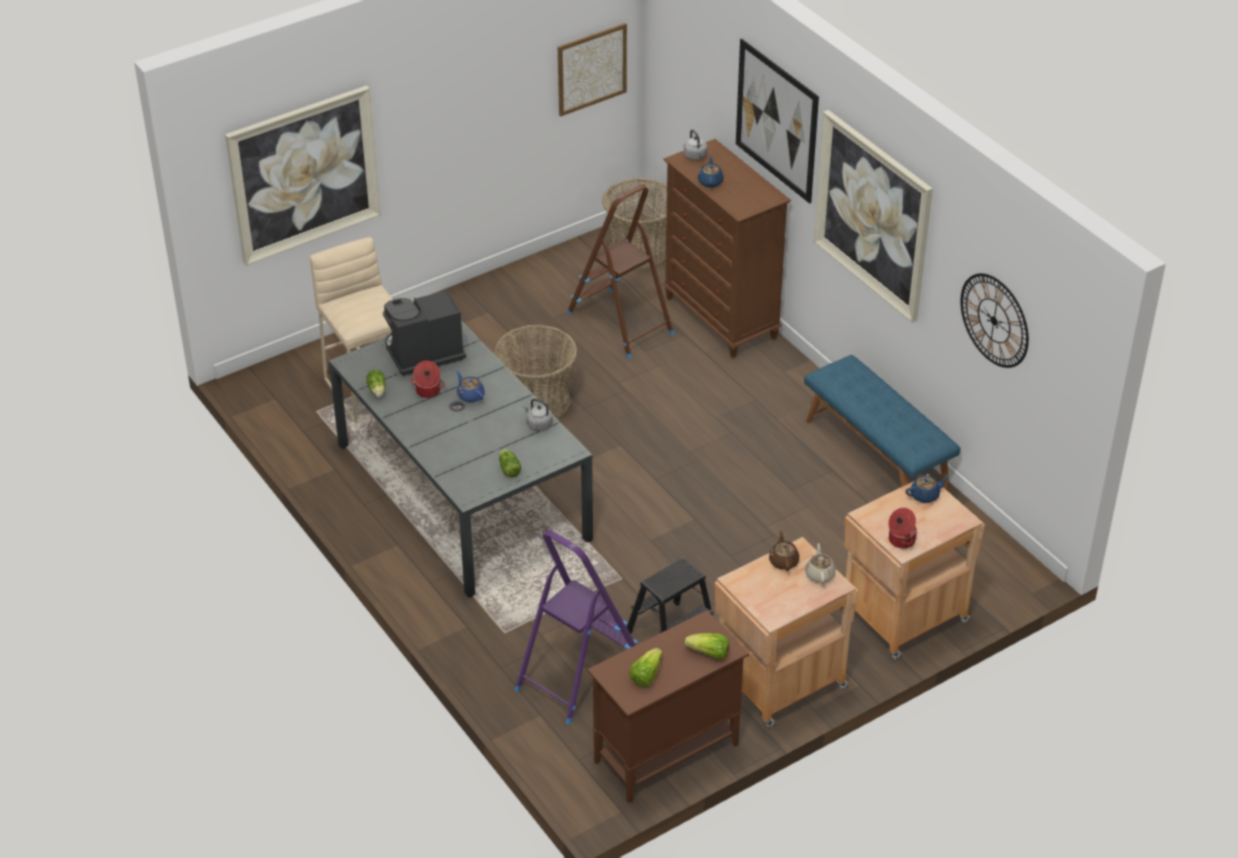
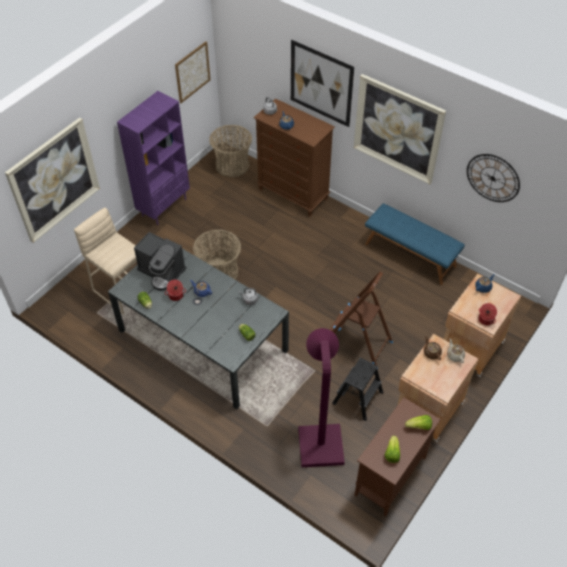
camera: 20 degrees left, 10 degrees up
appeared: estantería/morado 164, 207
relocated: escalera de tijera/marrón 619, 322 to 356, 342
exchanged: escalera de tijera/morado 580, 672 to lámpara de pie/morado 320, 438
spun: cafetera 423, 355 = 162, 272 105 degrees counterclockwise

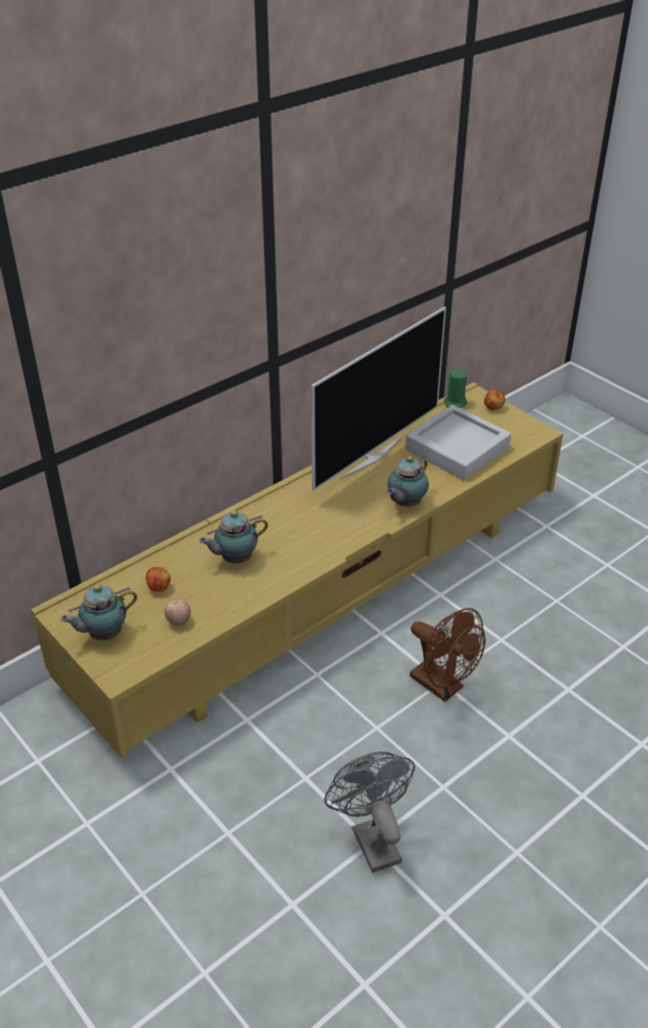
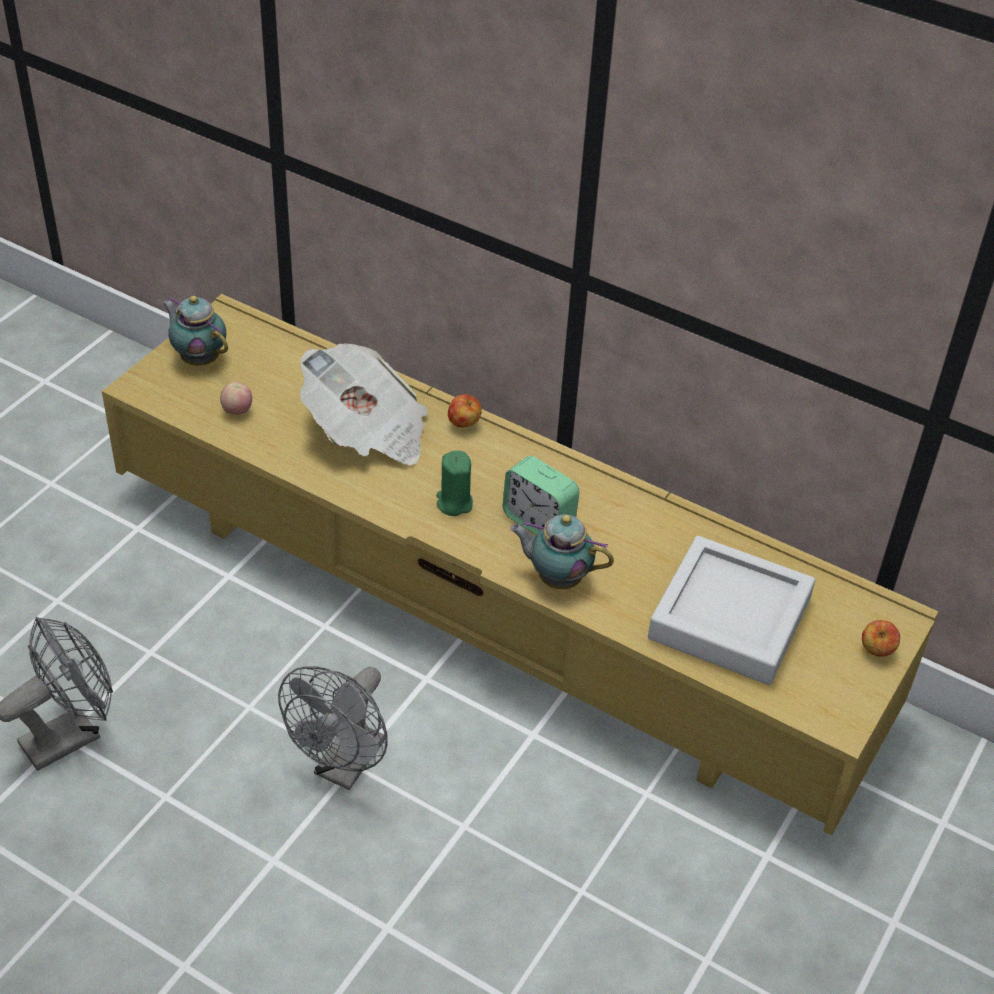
camera: 70 degrees right, 5 degrees up
missing: televisor 371, 456
appeared: despertador 538, 522
relocated: vela/verde 455, 402 to 454, 503; manzana 159, 588 to 464, 423
exchanged: tetera 234, 559 to periódico 367, 431
colour: ventilador/marrón 443, 686 to ventilador/gris 344, 767

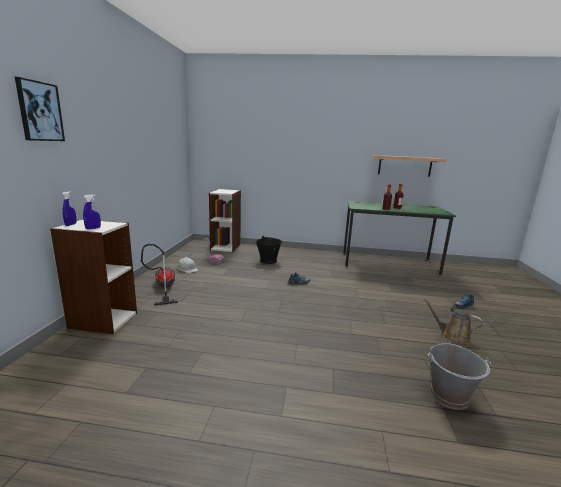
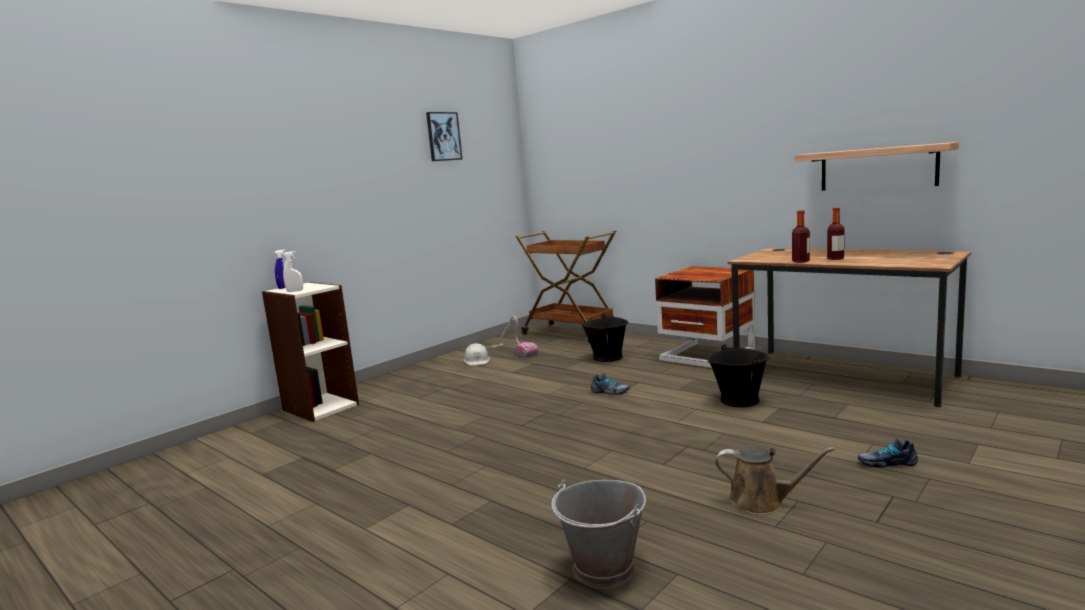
camera: 35 degrees right, 5 degrees down
missing: aspiradora 163, 288
appeared: mesita de noche 707, 355; cubo/negro 739, 400
relocated: cuadro 40, 111 to 443, 136
exchanged: estantería 226, 247 to carrito/marrón 570, 334
colour: pulverizador/azul 93, 228 to pulverizador/blanco 295, 291; escritorio/verde 388, 263 to escritorio/marrón 842, 375
spun: regadera/marrón 452, 336 = 762, 502 135 degrees clockwise

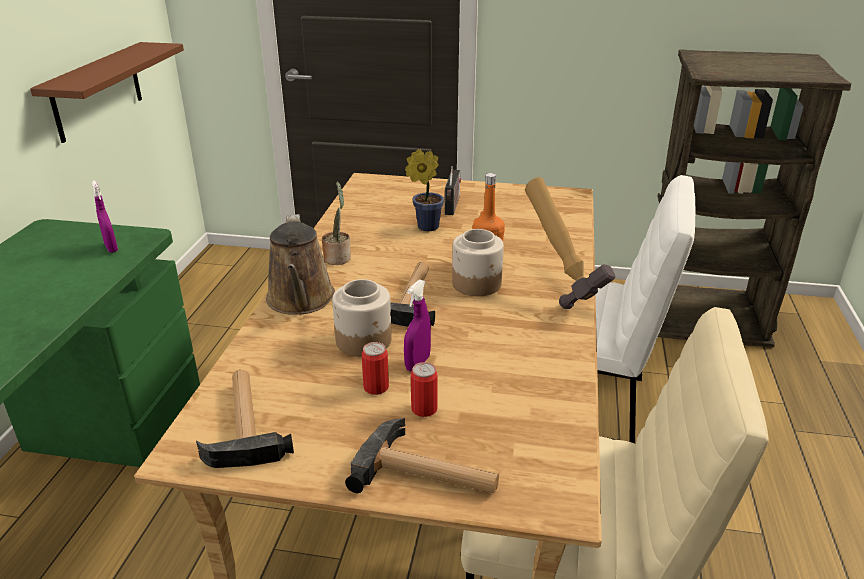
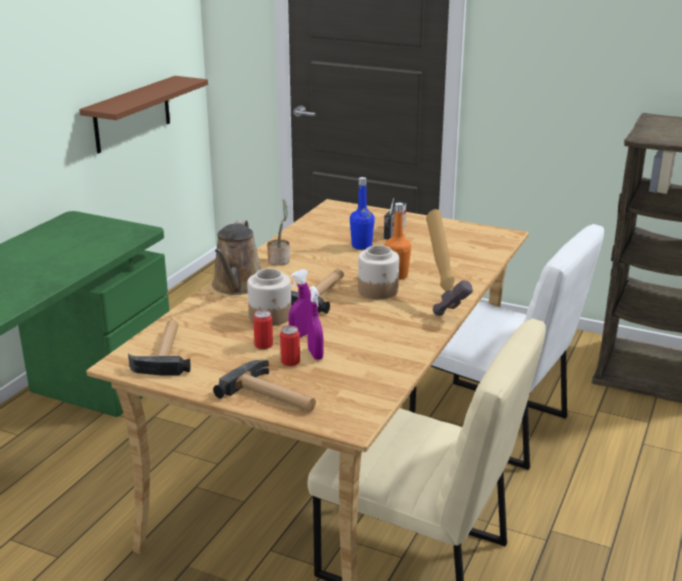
camera: 15 degrees right, 5 degrees down
relocated: pulverizador/morado 111, 248 to 315, 354
exchanged: planta en maceta 425, 227 to botella/azul 361, 246

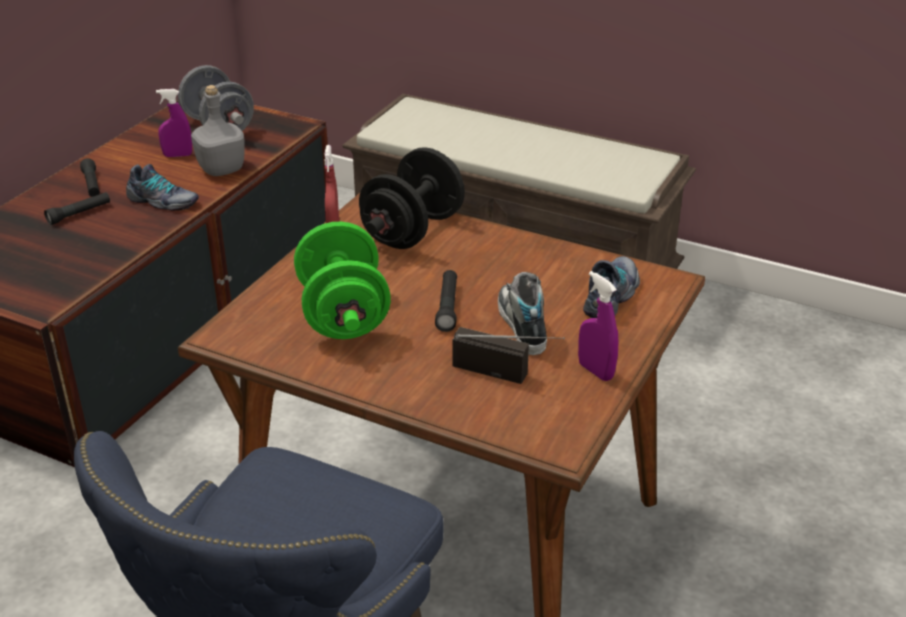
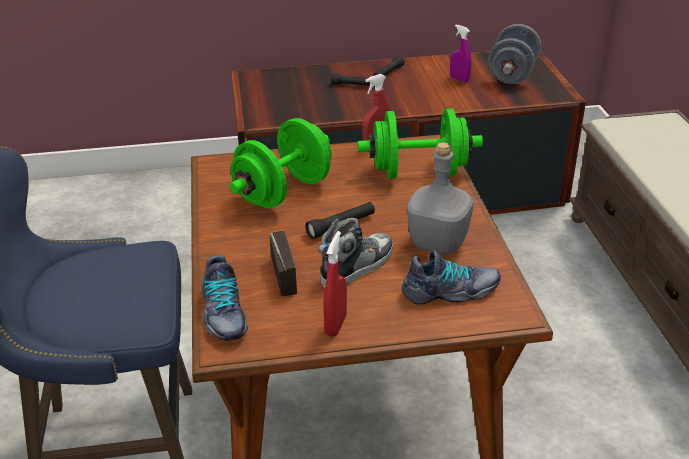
camera: 55 degrees right, 0 degrees up
relocated: botella/gris 221, 169 to 438, 243; zapato 162, 202 to 223, 314
colour: mancuerna/negro 413, 231 to mancuerna/verde 419, 172; pulverizador/morado 595, 371 to pulverizador/rojo 336, 325

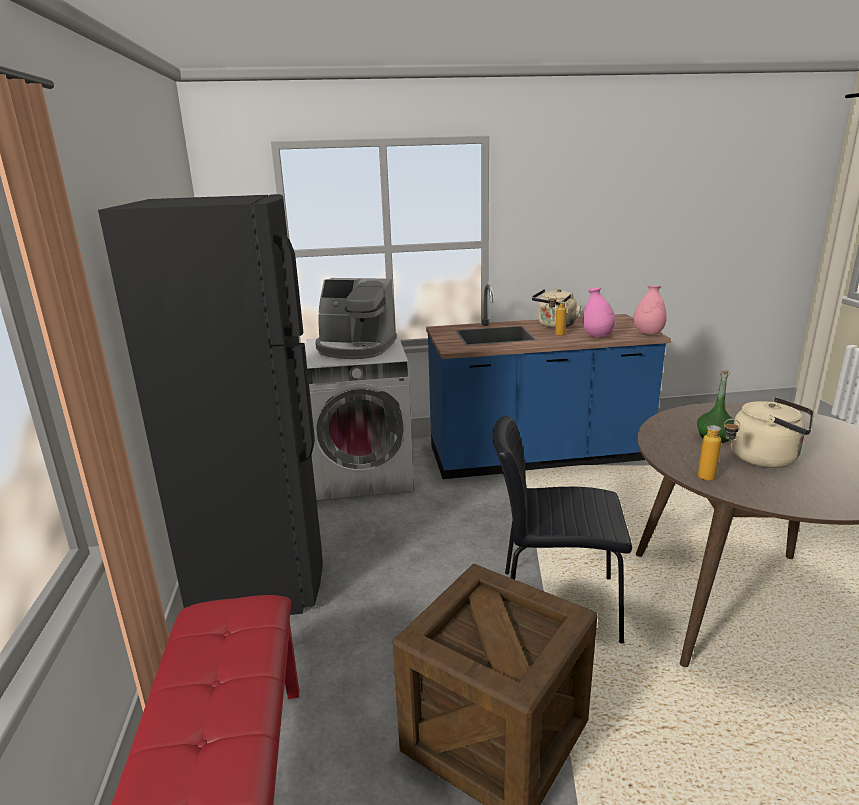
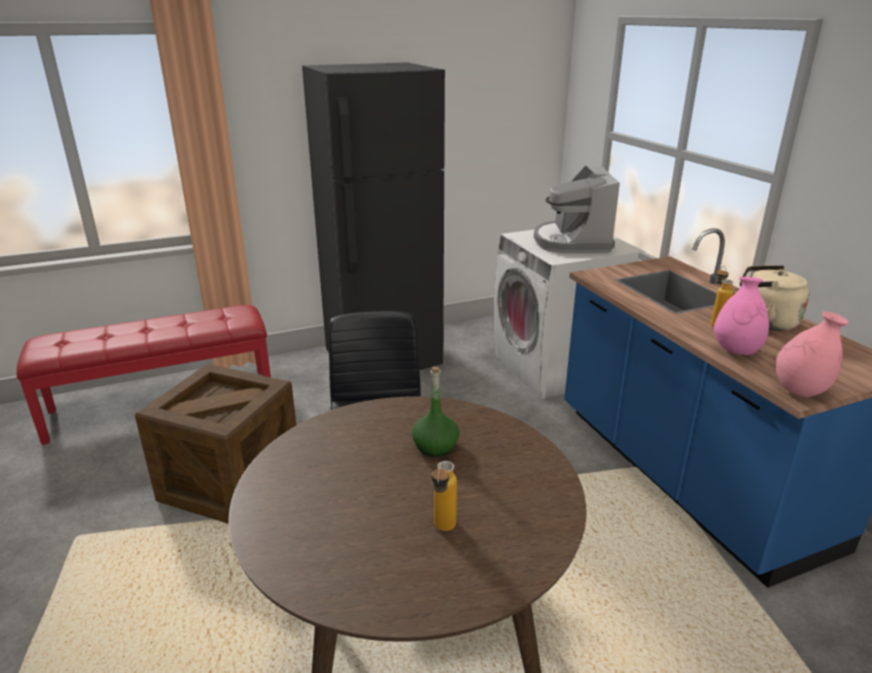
camera: 75 degrees right, 5 degrees up
missing: hervidor/beis 768, 459
relocated: botella 714, 479 to 442, 531

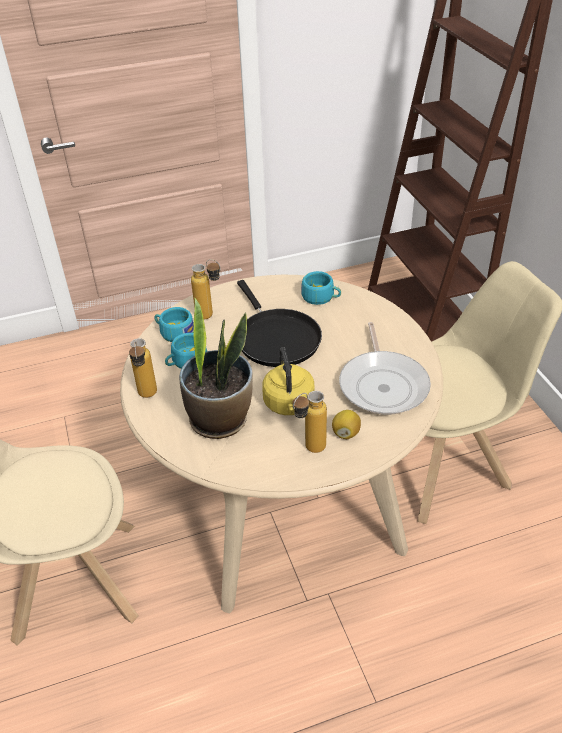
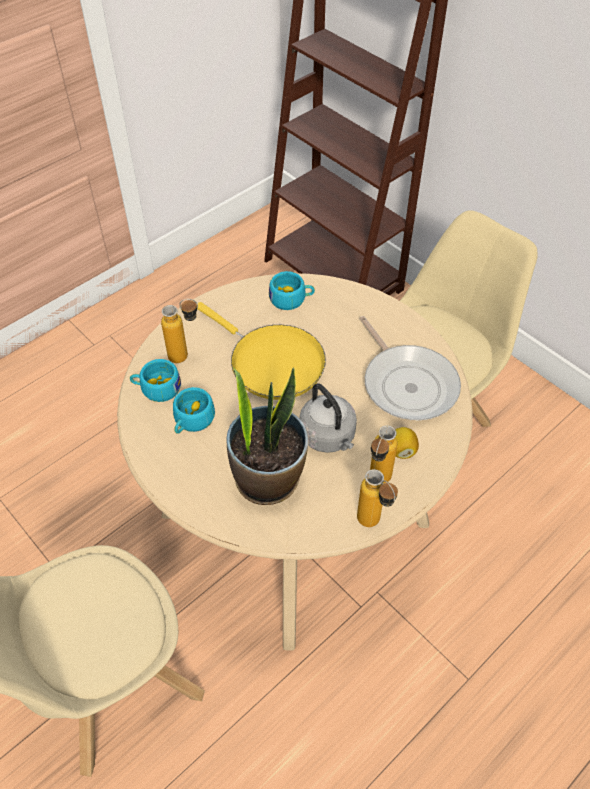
camera: 25 degrees left, 10 degrees up
relocated: botella 147, 397 to 373, 525
colour: sartén/negro 276, 338 to sartén/amarillo 272, 362; hervidor/amarillo 289, 405 to hervidor/gris 329, 437

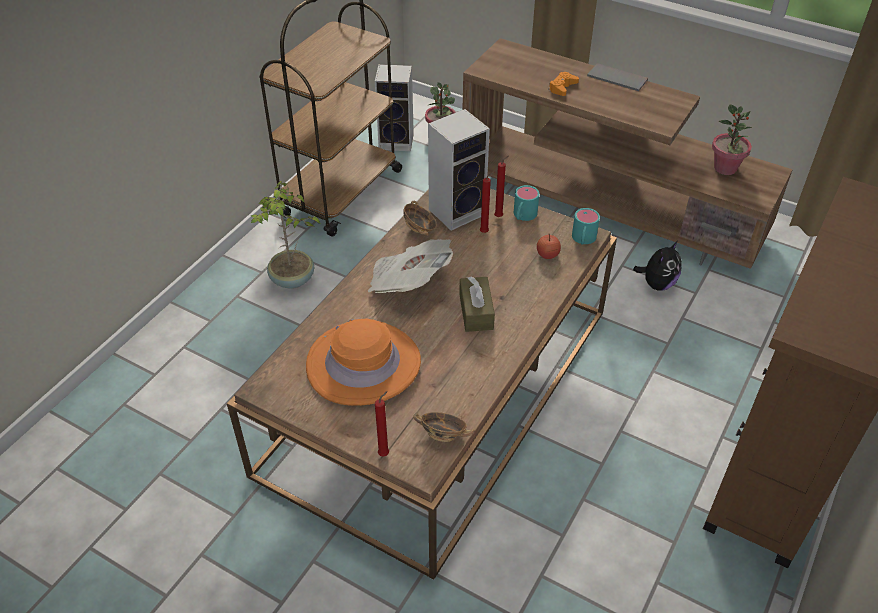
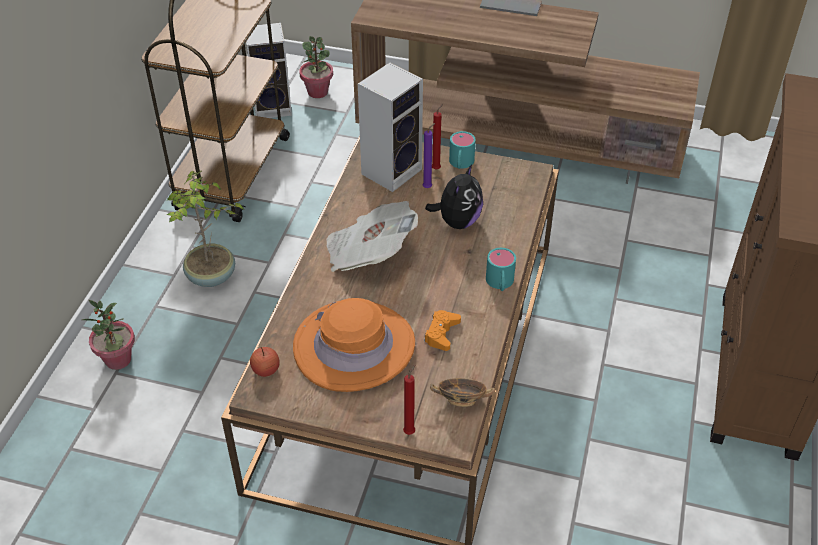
camera: 15 degrees left, 0 degrees up
missing: cuenco 420, 228; caja de pañuelos/marrón 476, 311
relocated: mando de consola/naranja 562, 87 to 441, 333; planta en maceta 725, 168 to 118, 360; taza grande/turquesa 583, 240 to 500, 284; manzana 547, 255 to 266, 370; peluche 657, 284 to 457, 221
colour: vela/rojo 485, 232 to vela/morado 428, 187

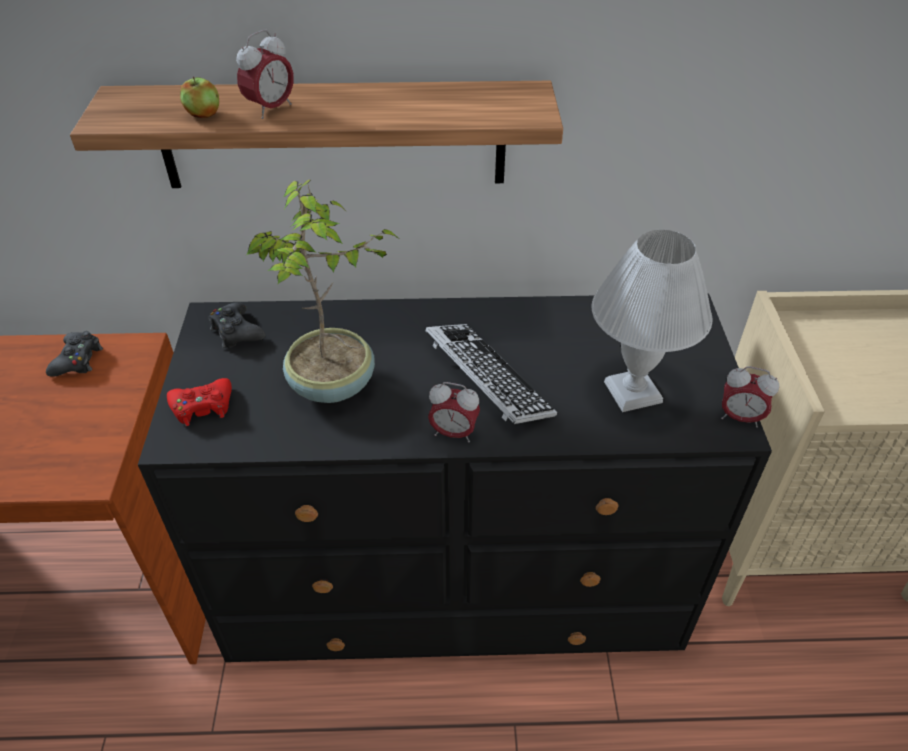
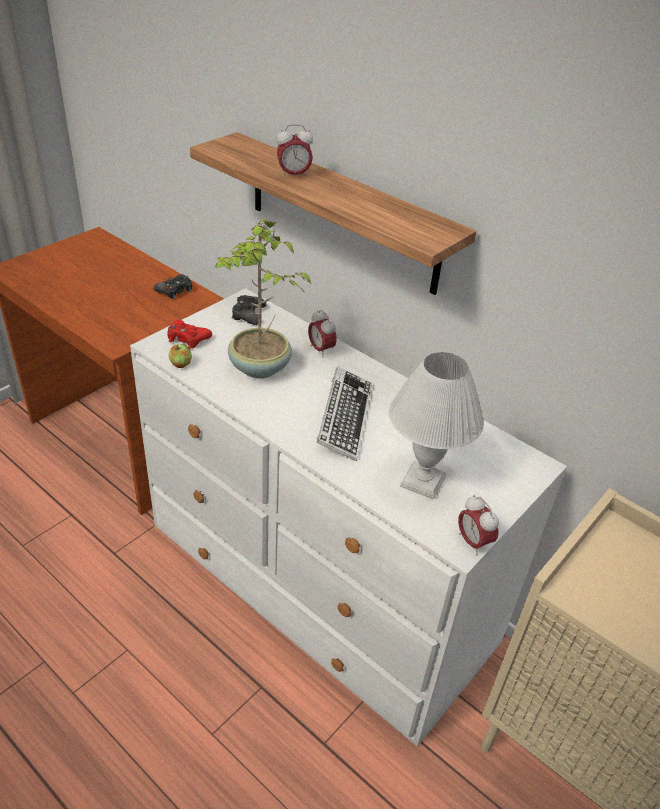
camera: 40 degrees right, 5 degrees down
relocated: manzana 203, 114 to 180, 364; despertador 453, 433 to 321, 350
colour: cómoda/negro 456, 577 to cómoda/blanco 319, 582

